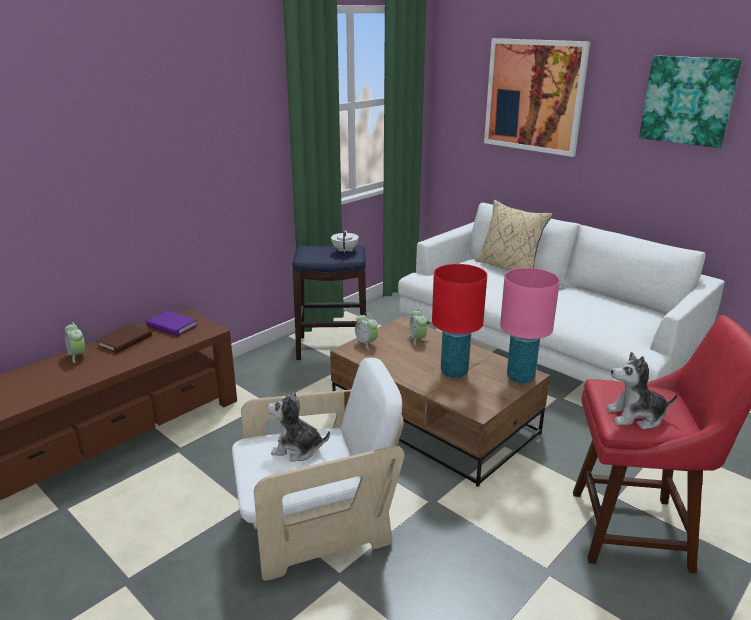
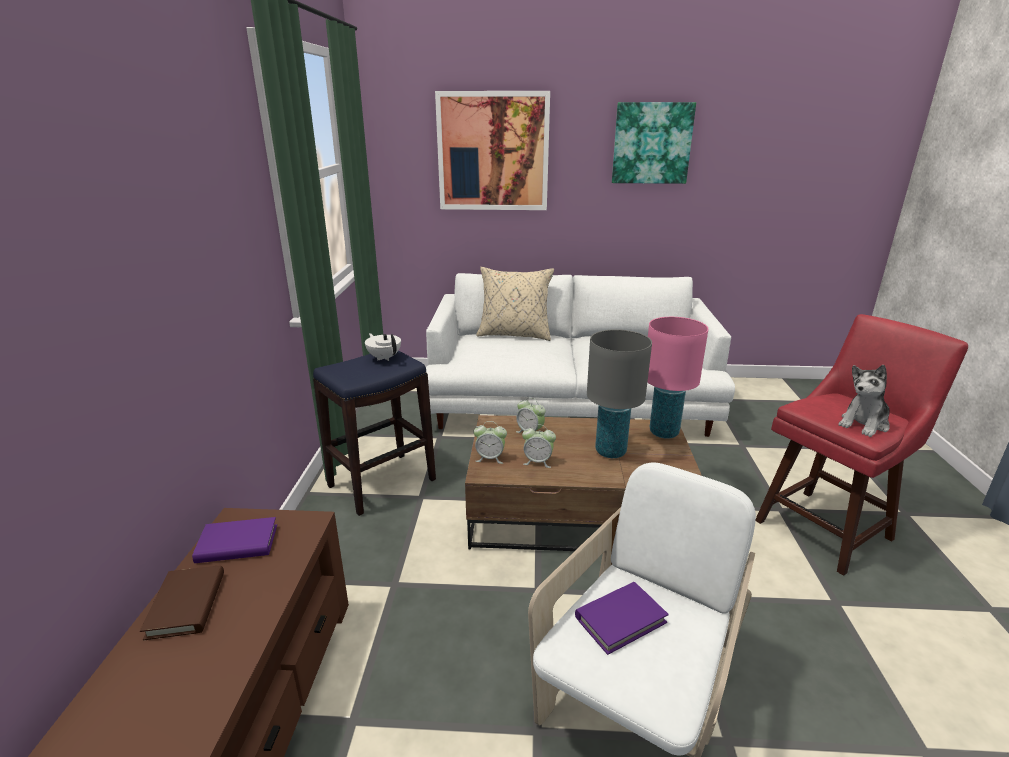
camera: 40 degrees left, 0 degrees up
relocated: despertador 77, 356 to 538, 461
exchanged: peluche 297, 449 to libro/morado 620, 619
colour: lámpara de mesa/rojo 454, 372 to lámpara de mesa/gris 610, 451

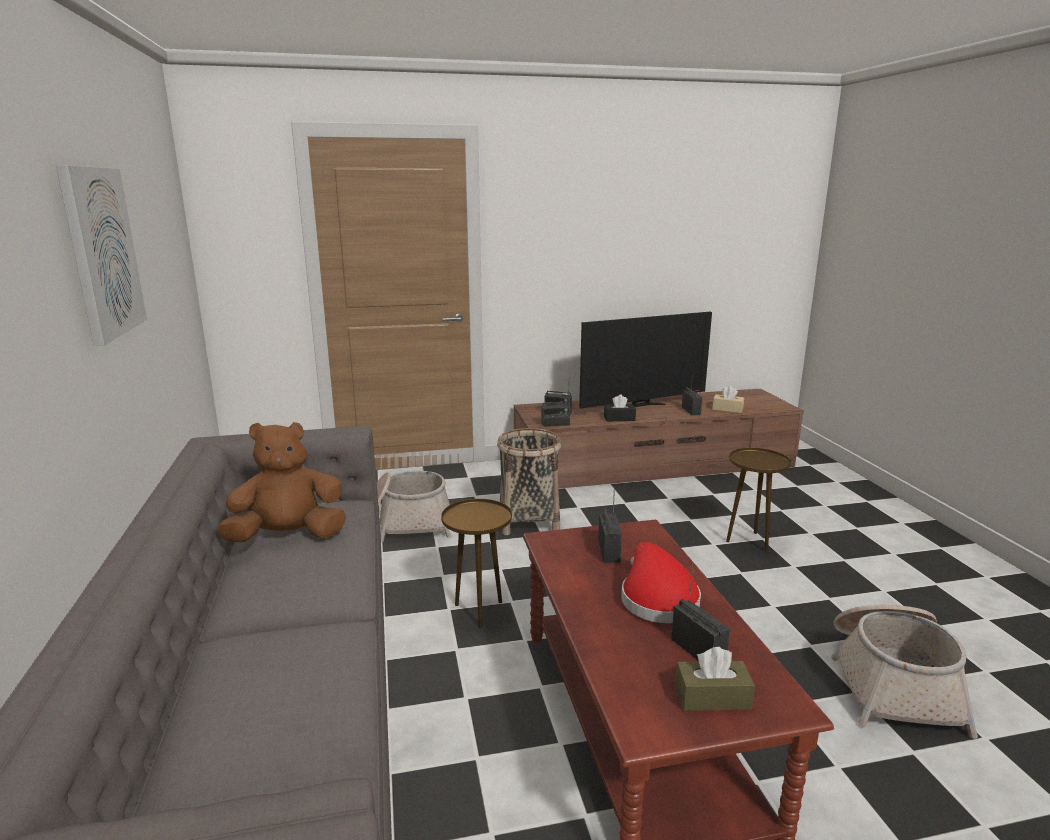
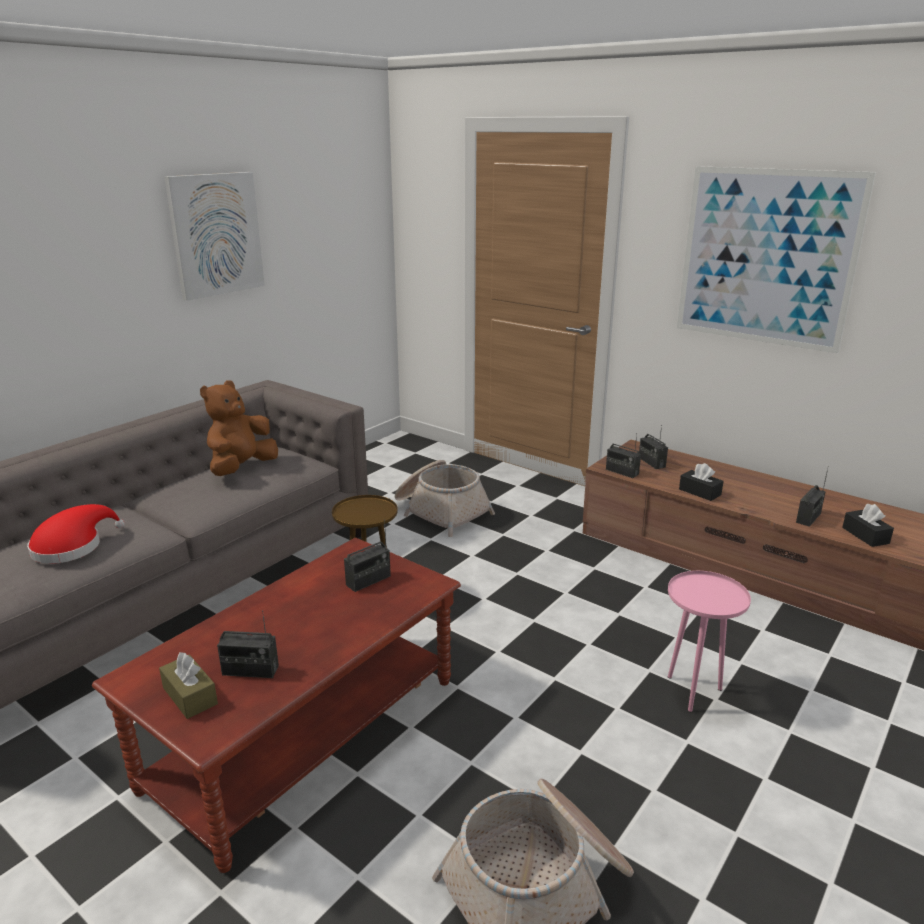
camera: 50 degrees right, 5 degrees up
missing: televisor 642, 406; cesta 529, 521
appeared: cuadro 766, 258
relocated: sombrero/rojo 656, 598 to 72, 546
colour: caja de pañuelos/beis 727, 409 to caja de pañuelos/negro 865, 535; mesa auxiliar/marrón 749, 541 to mesa auxiliar/rosa 693, 692
spun: peluche/marrón 288, 536 = 241, 468 90 degrees counterclockwise; radio 698, 651 = 250, 670 75 degrees clockwise

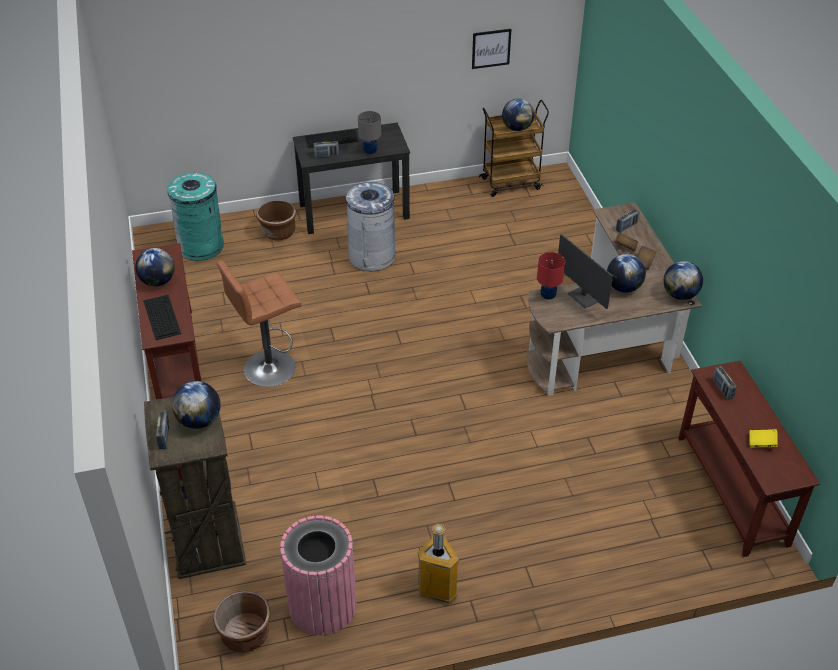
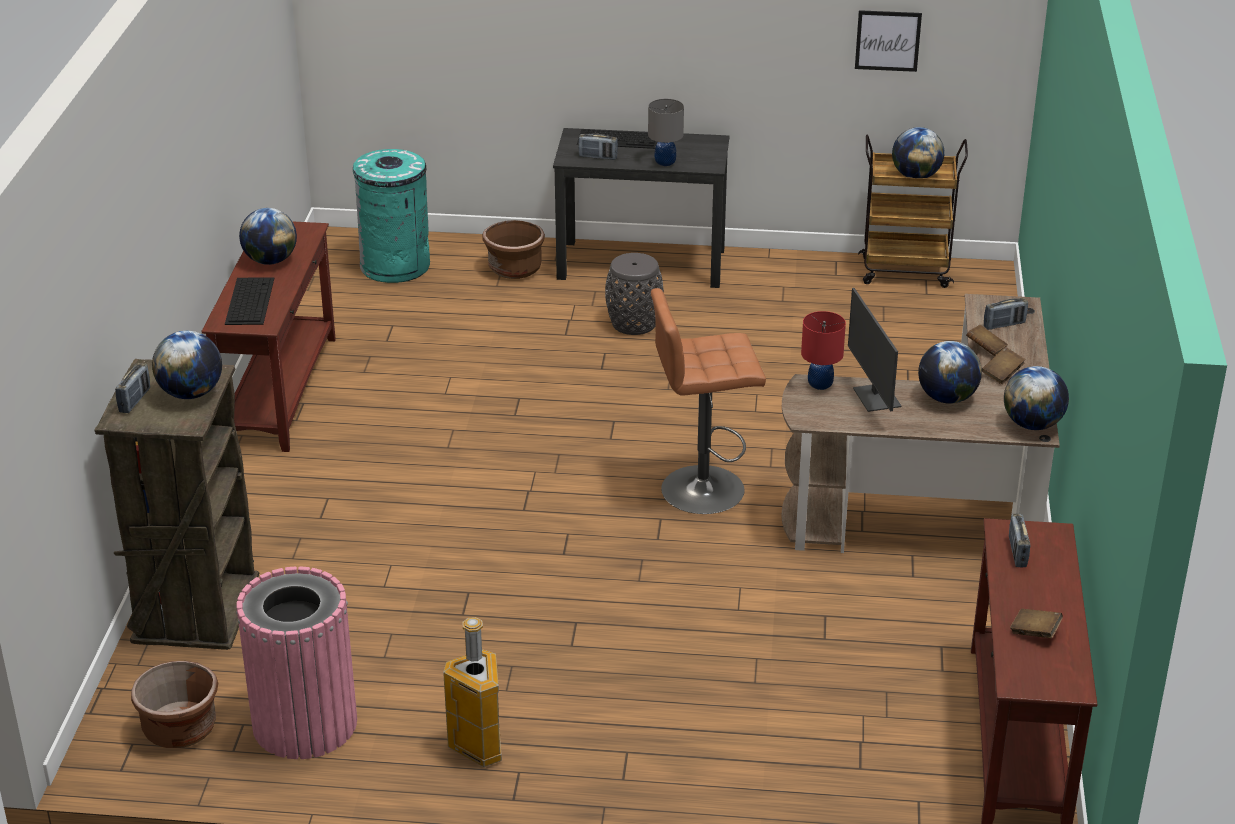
camera: 20 degrees right, 10 degrees down
relocated: taburete/marrón 269, 368 to 701, 489
exchanged: papelera/gris 372, 256 to taburete/gris 634, 324
colour: libro/amarillo 761, 443 to libro/marrón 1035, 632

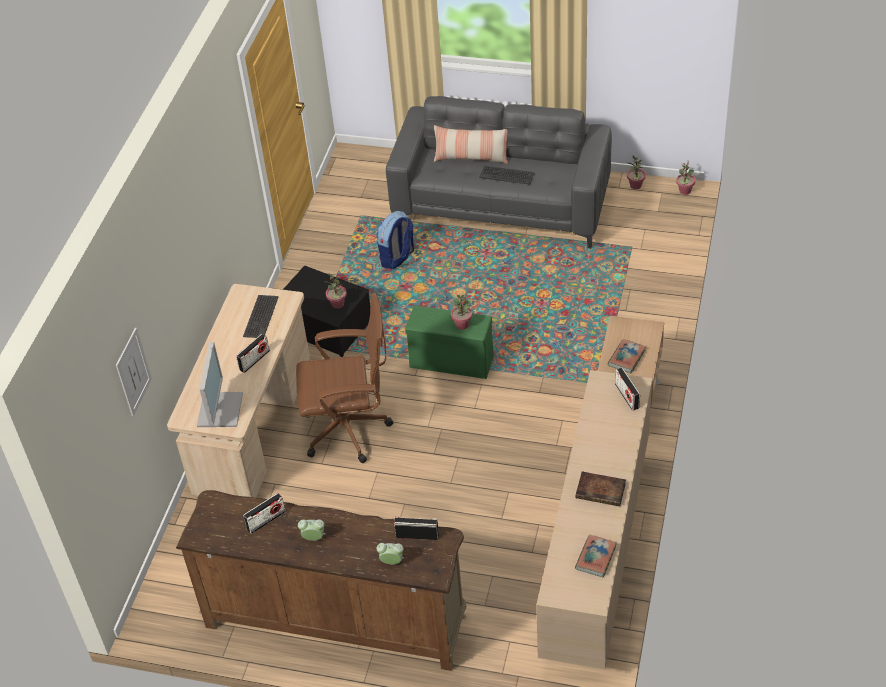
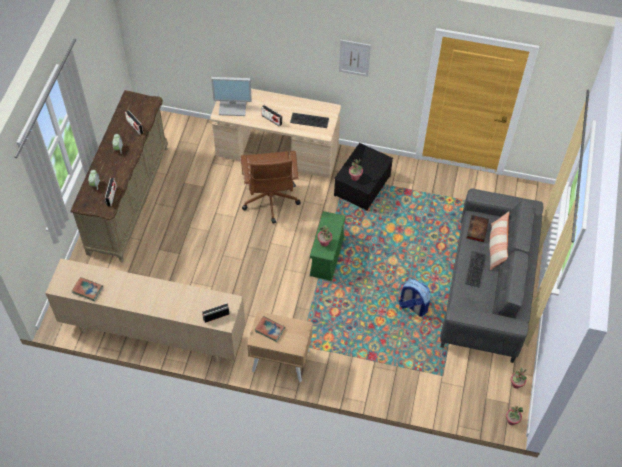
camera: 85 degrees right, 10 degrees up
relocated: mochila 397, 258 to 412, 306; cuadro 133, 372 to 354, 58; libro 602, 491 to 477, 230

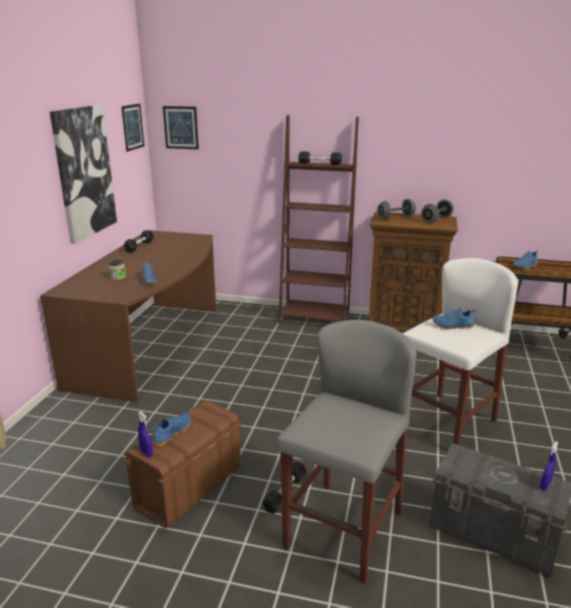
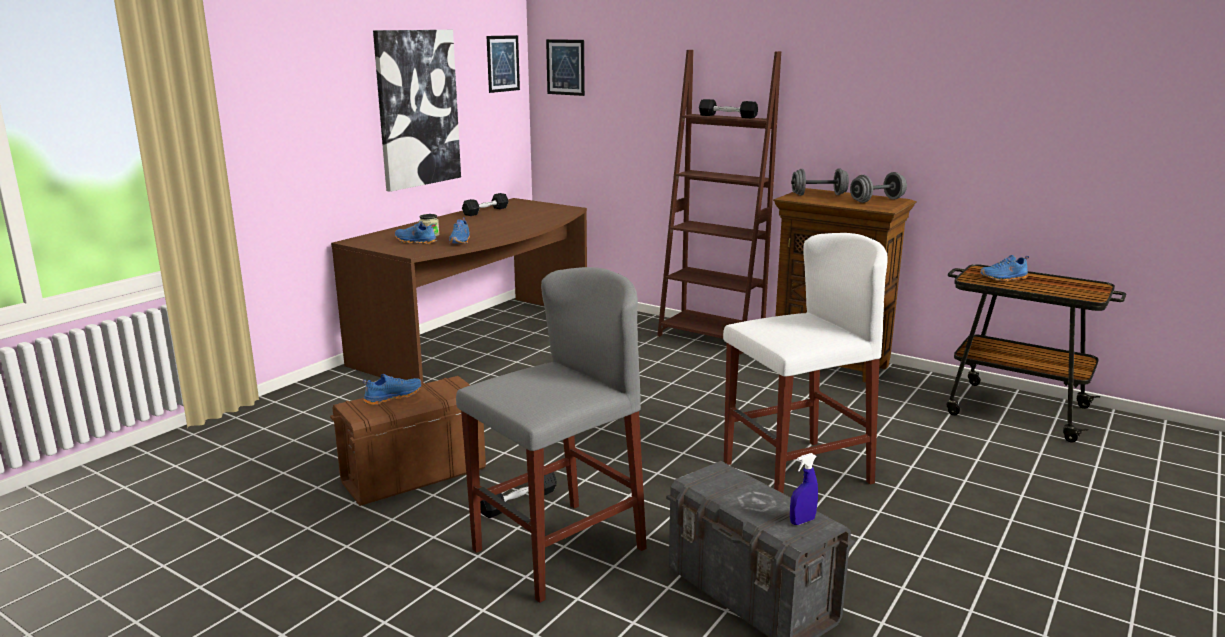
camera: 20 degrees right, 5 degrees down
missing: pulverizador/azul 146, 453
relocated: zapato/azul 453, 326 to 415, 242

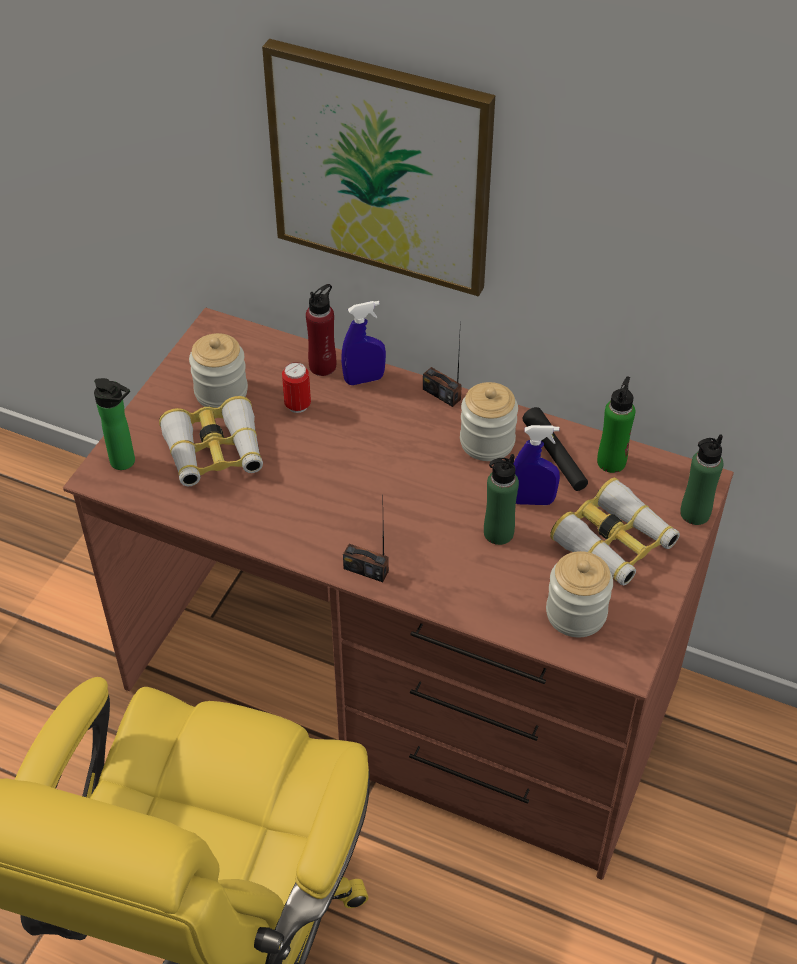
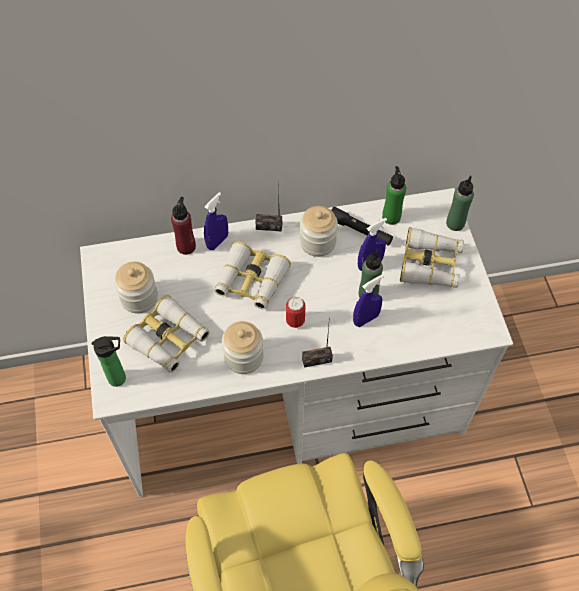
camera: 35 degrees left, 10 degrees up
missing: cuadro 381, 168
appeared: prismáticos 251, 281; pulverizador/azul 366, 319
relocated: lata 297, 405 to 295, 321; tarro 576, 613 to 243, 357
colour: escritorio/marrón 402, 686 to escritorio/blanco 290, 395

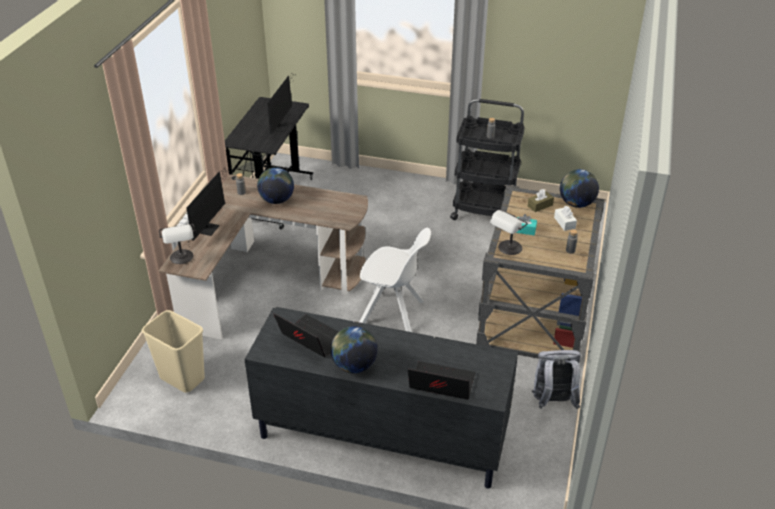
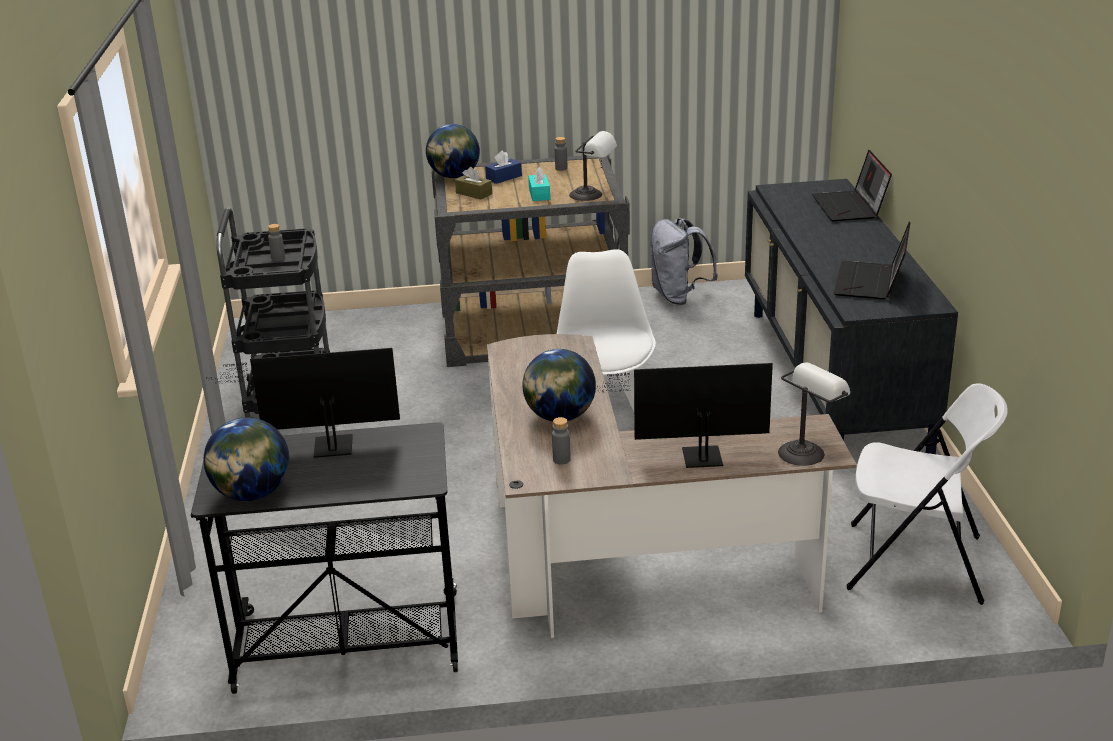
camera: 110 degrees left, 10 degrees down
relocated: globo terráqueo 354, 365 to 252, 494
exchanged: papelera/beis 181, 378 to silla/blanco 914, 563
colour: caja de pañuelos/blanco 564, 223 to caja de pañuelos/azul 504, 177

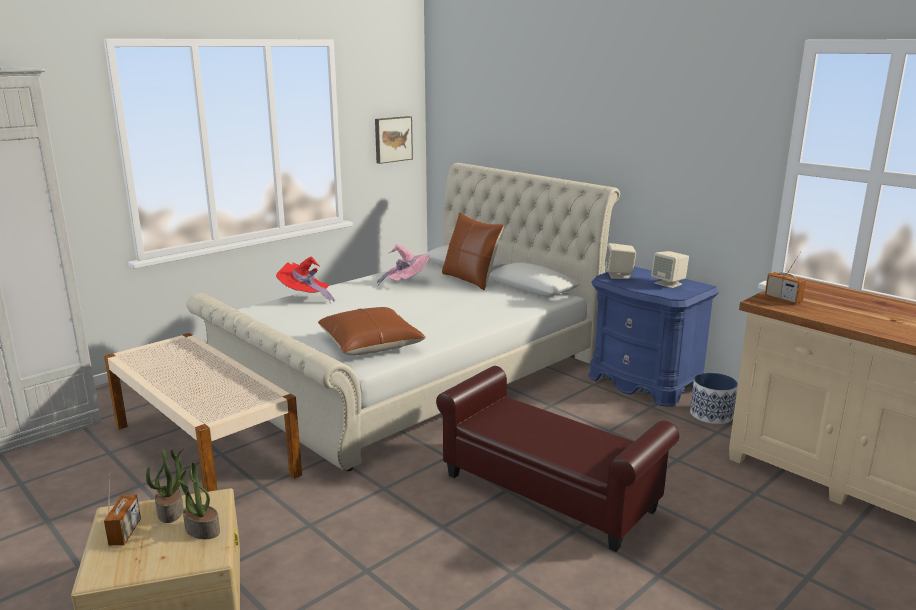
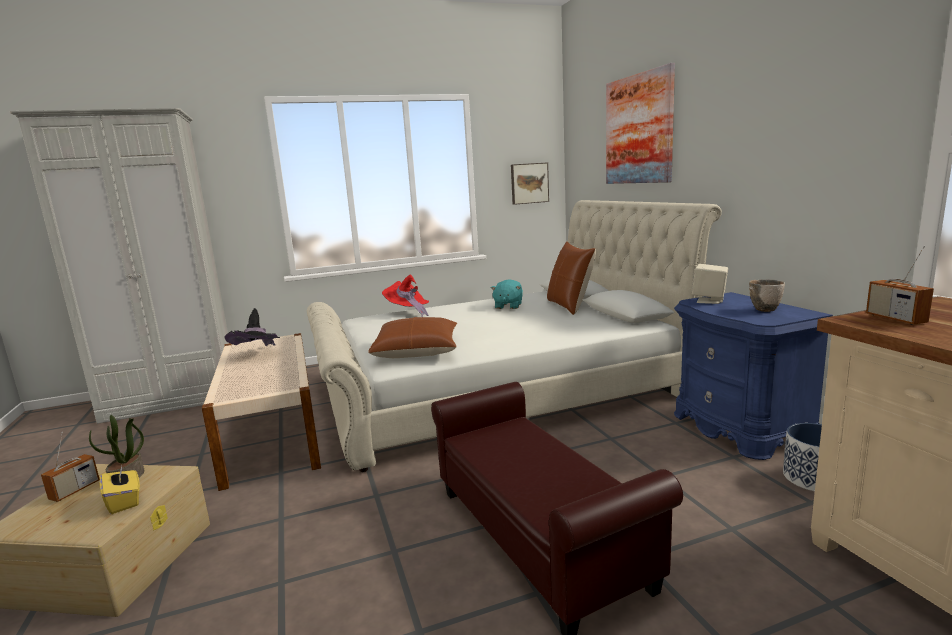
camera: 25 degrees right, 5 degrees down
appeared: cuadro 638, 129; sombrero/negro 258, 356
exchanged: sombrero/rosa 407, 283 to peluche/turquesa 508, 306; altavoz/beis 668, 283 to cuenco 766, 310; planta en maceta 201, 530 to caja de pañuelos/amarillo 124, 501

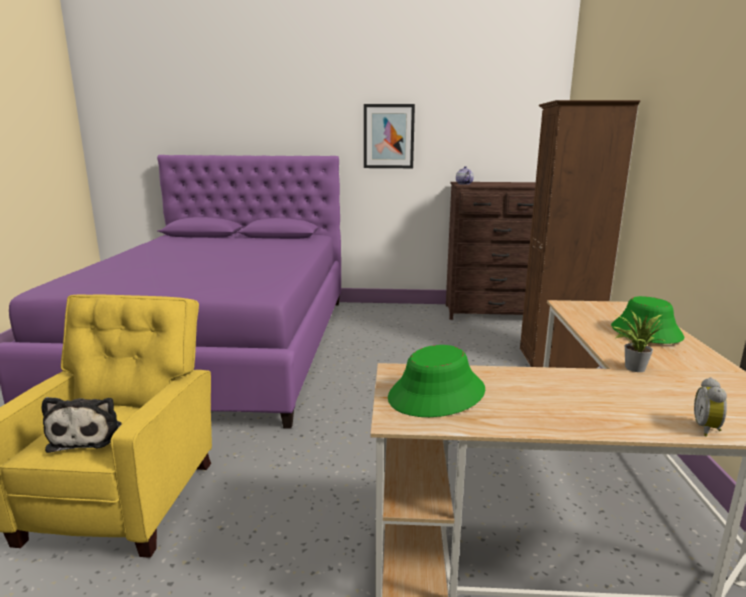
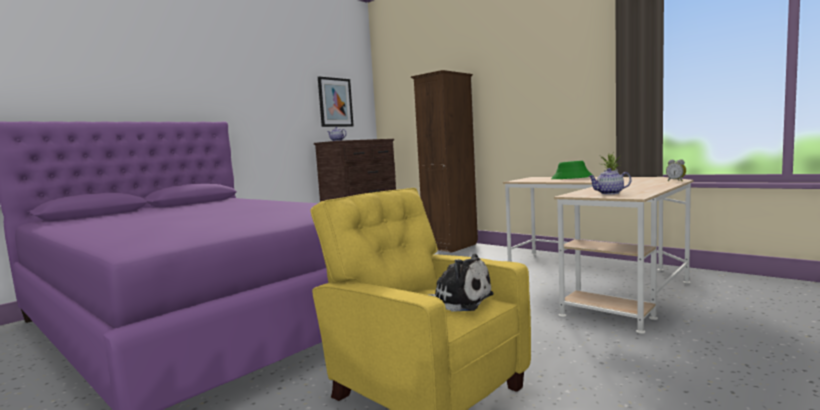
camera: 50 degrees left, 10 degrees down
relocated: cuadro 388, 136 to 335, 102
exchanged: sombrero/verde 437, 394 to tetera 609, 193

